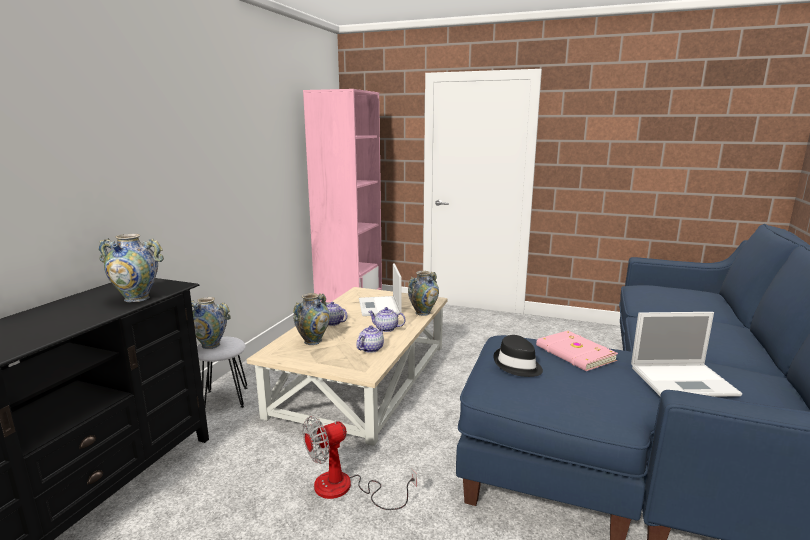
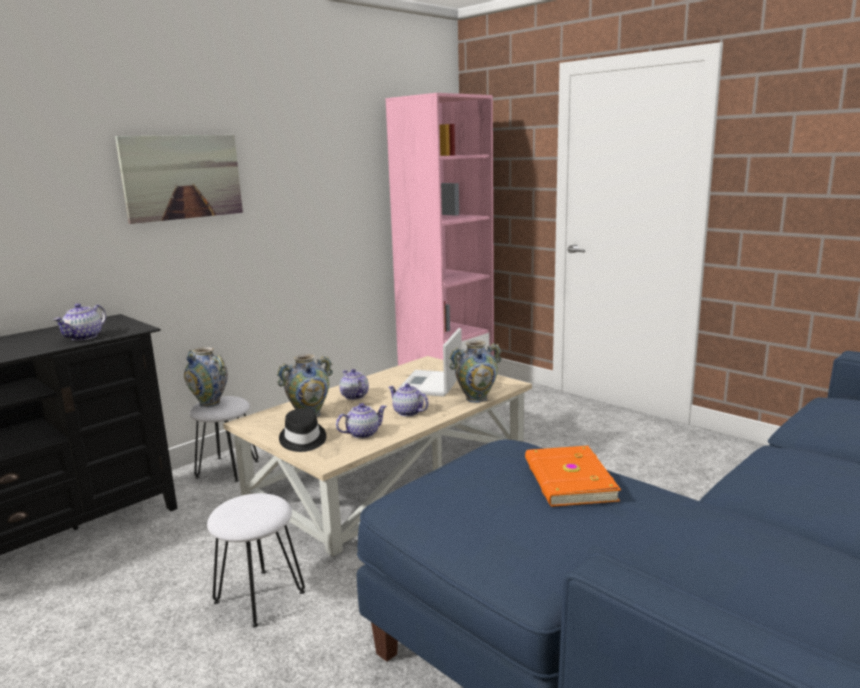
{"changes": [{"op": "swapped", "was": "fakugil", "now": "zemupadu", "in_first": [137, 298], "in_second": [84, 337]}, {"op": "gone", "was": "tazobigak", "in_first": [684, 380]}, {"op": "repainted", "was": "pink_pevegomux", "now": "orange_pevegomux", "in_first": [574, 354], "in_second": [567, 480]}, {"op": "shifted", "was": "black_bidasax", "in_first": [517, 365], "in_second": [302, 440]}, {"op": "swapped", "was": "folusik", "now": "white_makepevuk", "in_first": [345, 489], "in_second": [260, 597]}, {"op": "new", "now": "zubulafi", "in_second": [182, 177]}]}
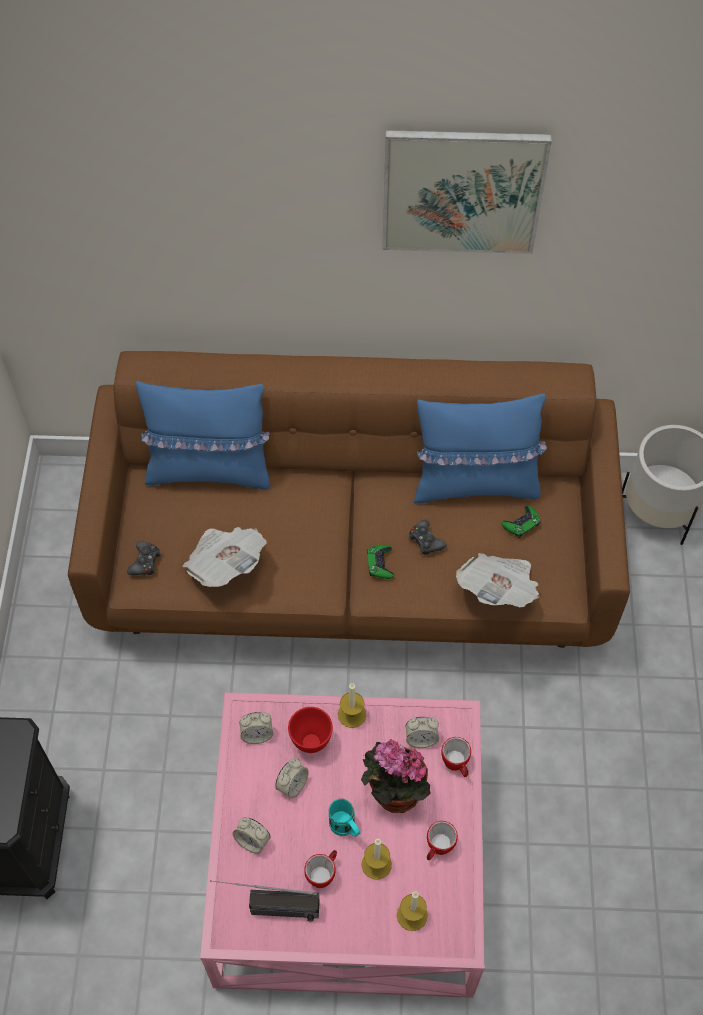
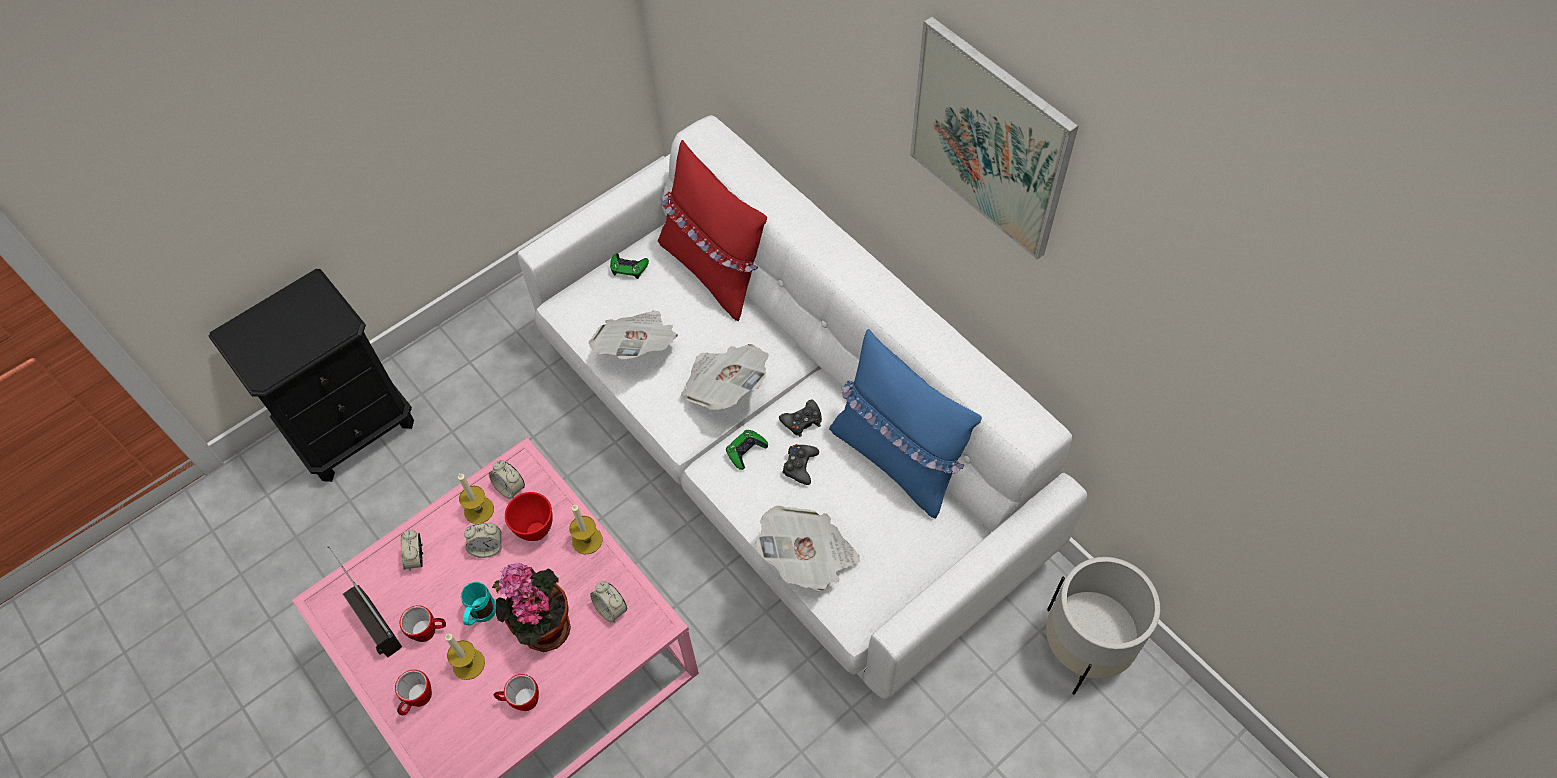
{"changes": [{"op": "repainted", "was": "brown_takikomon", "now": "white_takikomon", "in_first": [352, 563], "in_second": [783, 450]}, {"op": "repainted", "was": "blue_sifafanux", "now": "red_sifafanux", "in_first": [210, 470], "in_second": [714, 270]}, {"op": "shifted", "was": "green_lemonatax", "in_first": [521, 524], "in_second": [628, 268]}, {"op": "shifted", "was": "black_lemonatax", "in_first": [145, 562], "in_second": [802, 421]}, {"op": "shifted", "was": "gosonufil", "in_first": [456, 765], "in_second": [417, 700]}, {"op": "shifted", "was": "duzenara", "in_first": [412, 915], "in_second": [479, 510]}, {"op": "new", "now": "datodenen", "in_second": [725, 387]}]}
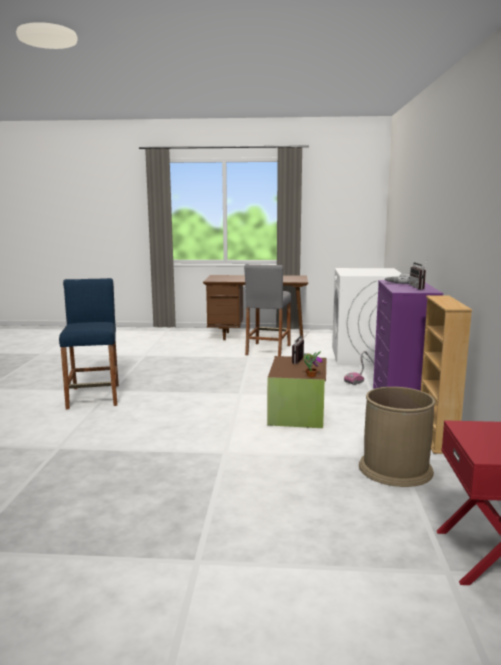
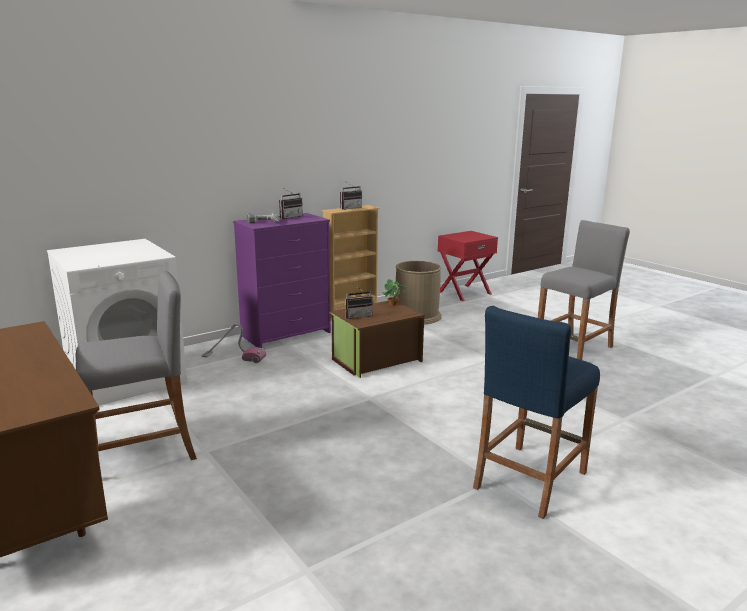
{"changes": [{"op": "new", "now": "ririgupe", "in_second": [350, 208]}, {"op": "new", "now": "grey_makepevuk", "in_second": [574, 348]}]}
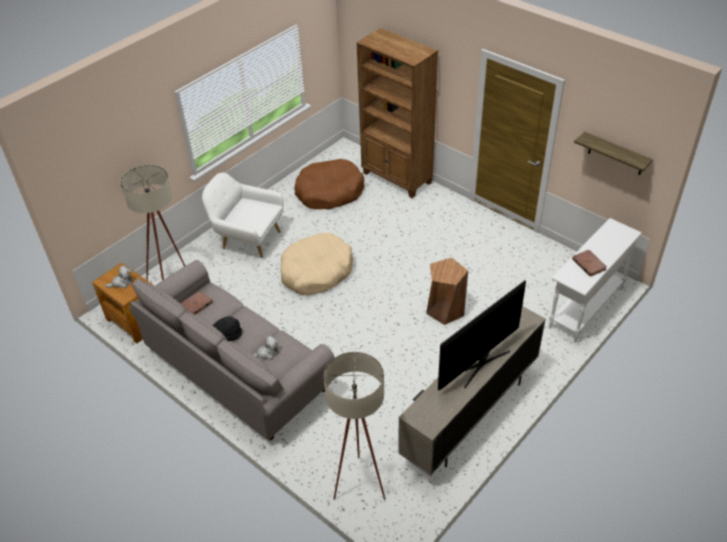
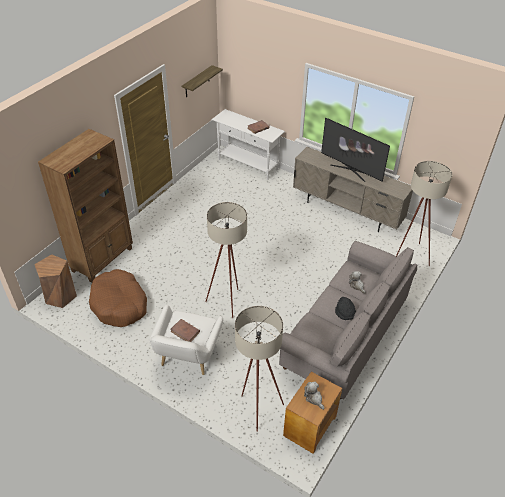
{"changes": [{"op": "swapped", "was": "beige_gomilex", "now": "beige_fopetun", "in_first": [316, 272], "in_second": [228, 300]}, {"op": "shifted", "was": "brown_makepevuk", "in_first": [445, 310], "in_second": [60, 296]}, {"op": "shifted", "was": "brown_pevegomux", "in_first": [195, 305], "in_second": [185, 332]}]}
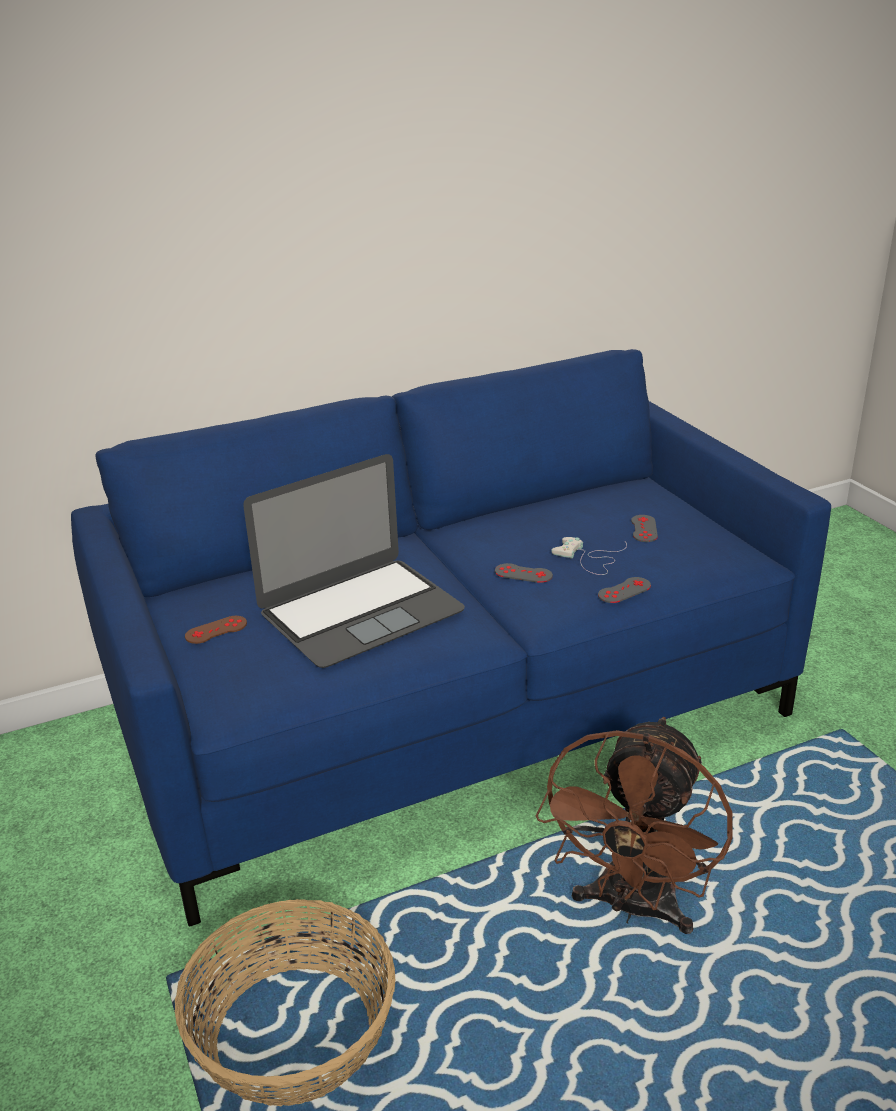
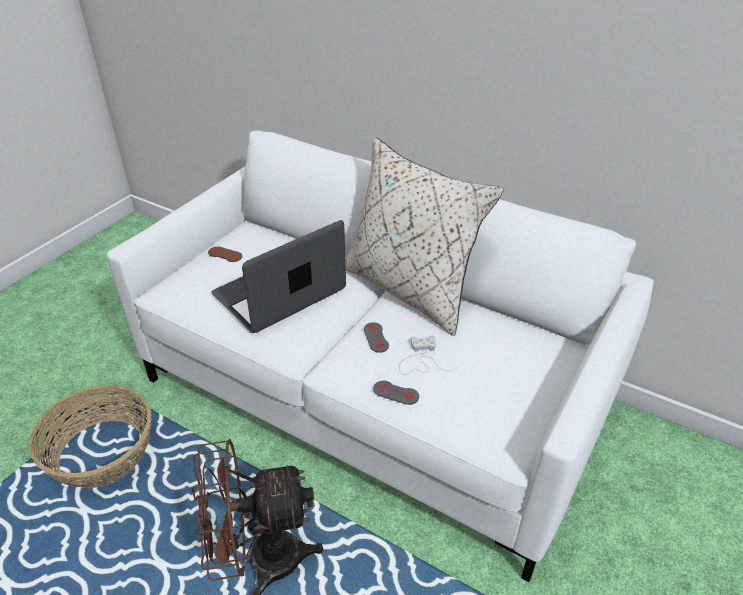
{"changes": [{"op": "repainted", "was": "blue_takikomon", "now": "white_takikomon", "in_first": [453, 714], "in_second": [372, 394]}, {"op": "rotated", "was": "tazobigak", "in_first": [361, 611], "in_second": [279, 292], "clockwise": 120}, {"op": "gone", "was": "grey_lemonatax", "in_first": [644, 529]}, {"op": "new", "now": "beige_sifafanux", "in_second": [410, 289]}]}
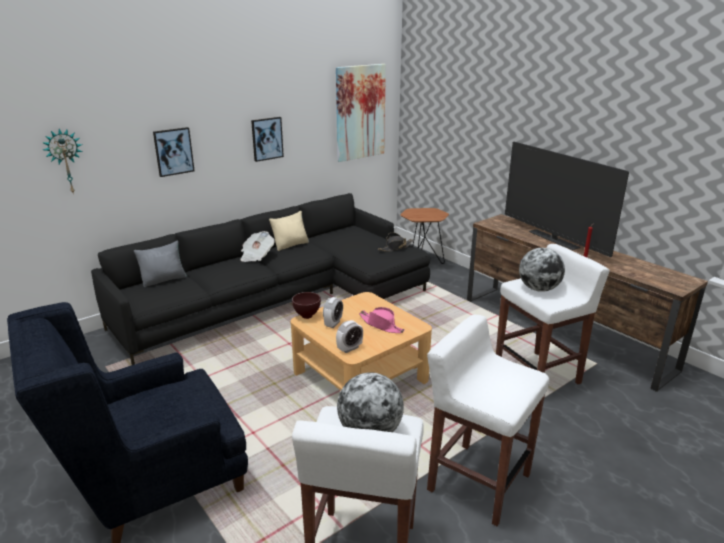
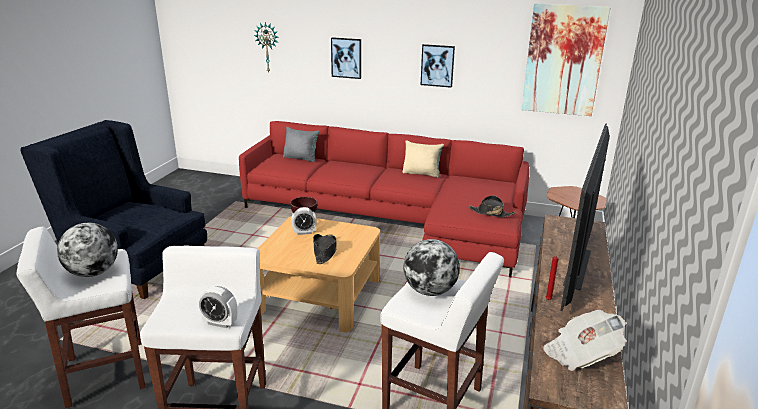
{"changes": [{"op": "repainted", "was": "black_takikomon", "now": "red_takikomon", "in_first": [282, 299], "in_second": [394, 219]}, {"op": "shifted", "was": "datodenen", "in_first": [256, 256], "in_second": [580, 354]}, {"op": "repainted", "was": "pink_bidasax", "now": "black_bidasax", "in_first": [381, 325], "in_second": [325, 252]}, {"op": "shifted", "was": "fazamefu", "in_first": [349, 348], "in_second": [220, 323]}]}
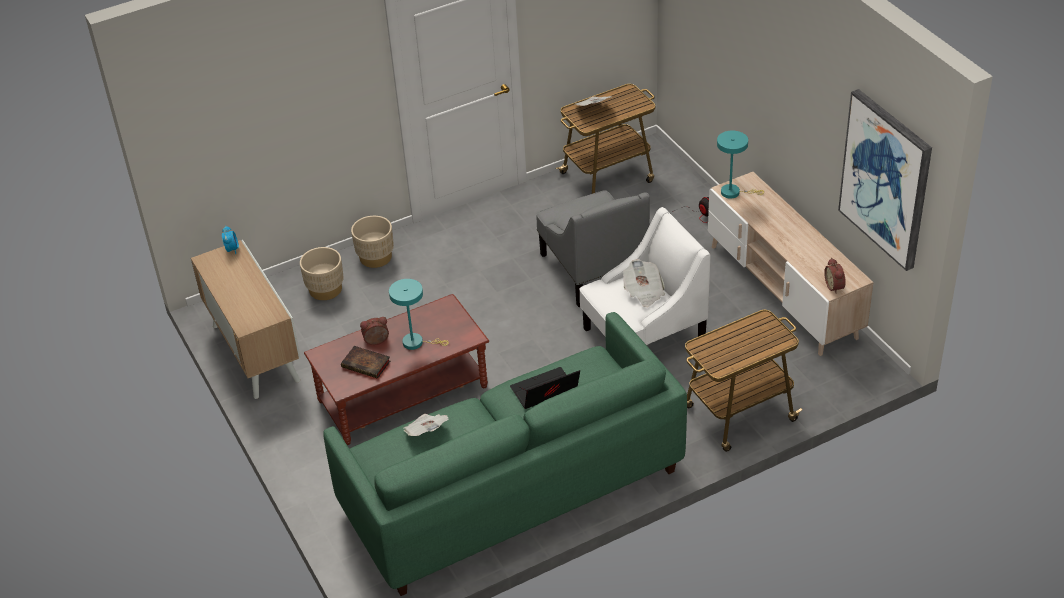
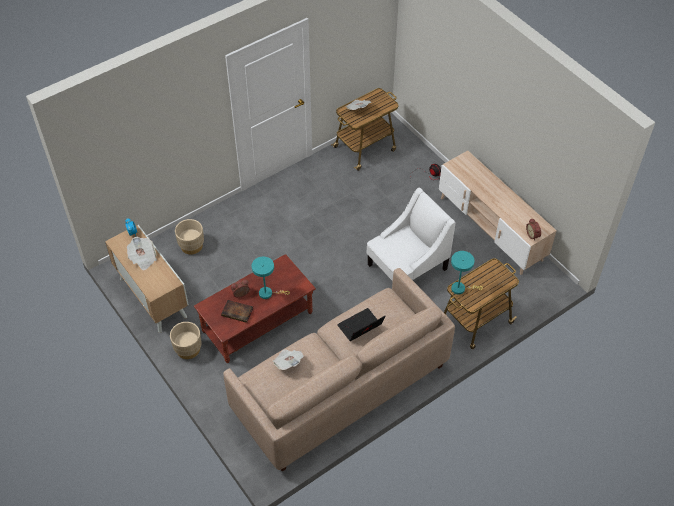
{"changes": [{"op": "gone", "was": "zubulafi", "in_first": [886, 179]}, {"op": "shifted", "was": "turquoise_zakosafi", "in_first": [734, 192], "in_second": [460, 288]}, {"op": "gone", "was": "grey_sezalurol", "in_first": [592, 268]}, {"op": "shifted", "was": "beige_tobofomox", "in_first": [375, 257], "in_second": [188, 349]}, {"op": "shifted", "was": "datodenen", "in_first": [644, 292], "in_second": [143, 258]}, {"op": "repainted", "was": "green_takikomon", "now": "beige_takikomon", "in_first": [511, 489], "in_second": [340, 387]}]}
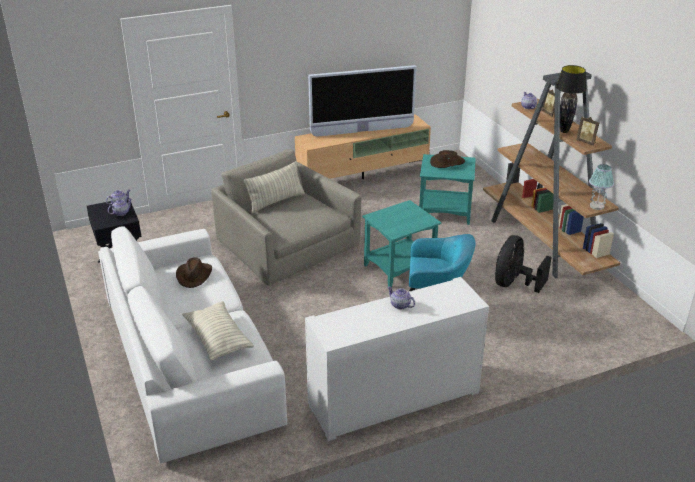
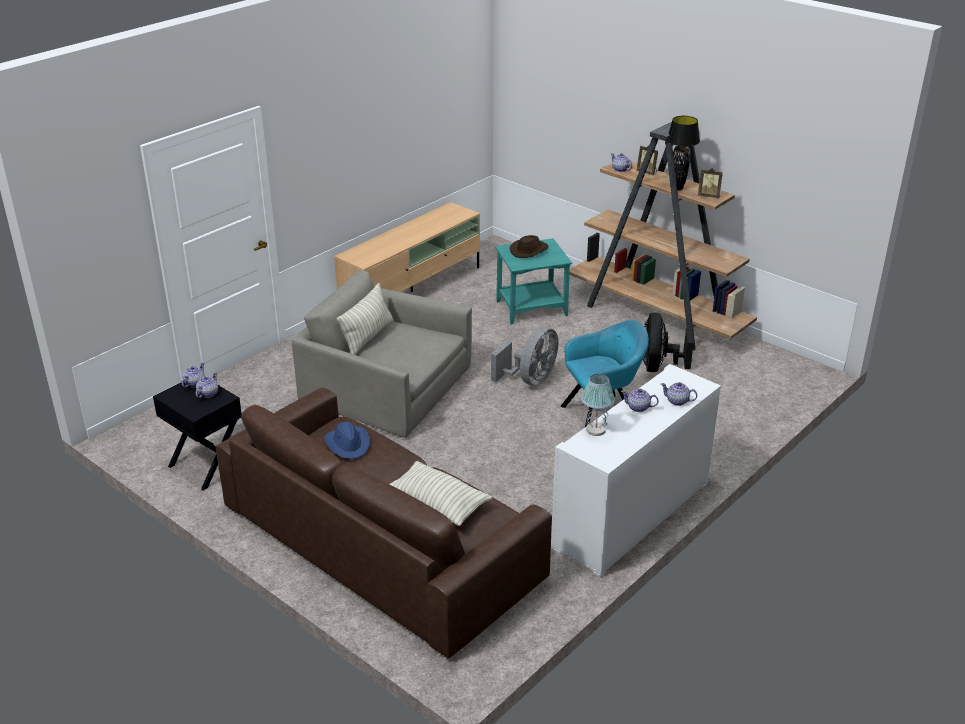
{"changes": [{"op": "gone", "was": "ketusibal", "in_first": [362, 131]}, {"op": "shifted", "was": "zakosafi", "in_first": [596, 206], "in_second": [595, 430]}, {"op": "swapped", "was": "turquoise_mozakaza", "now": "grey_folusik", "in_first": [399, 267], "in_second": [530, 380]}, {"op": "repainted", "was": "white_takikomon", "now": "brown_takikomon", "in_first": [190, 358], "in_second": [382, 541]}, {"op": "repainted", "was": "brown_bidasax", "now": "blue_bidasax", "in_first": [194, 276], "in_second": [348, 444]}, {"op": "new", "now": "zemupadu", "in_second": [677, 401]}]}
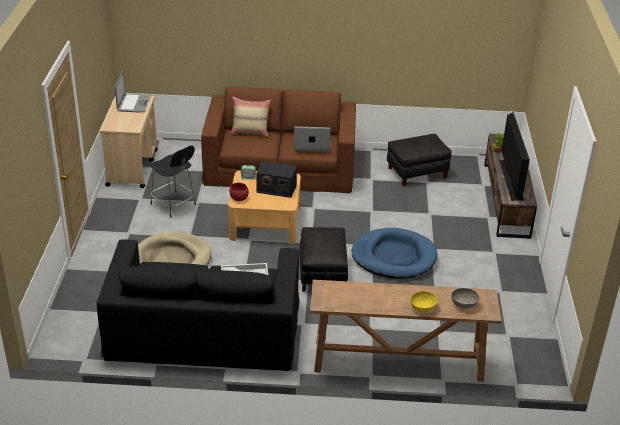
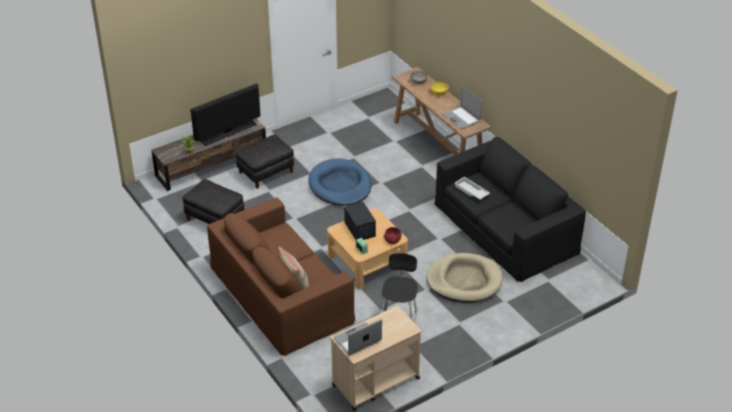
{"changes": [{"op": "shifted", "was": "tazobigak", "in_first": [311, 145], "in_second": [462, 118]}, {"op": "shifted", "was": "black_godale", "in_first": [323, 274], "in_second": [266, 172]}]}
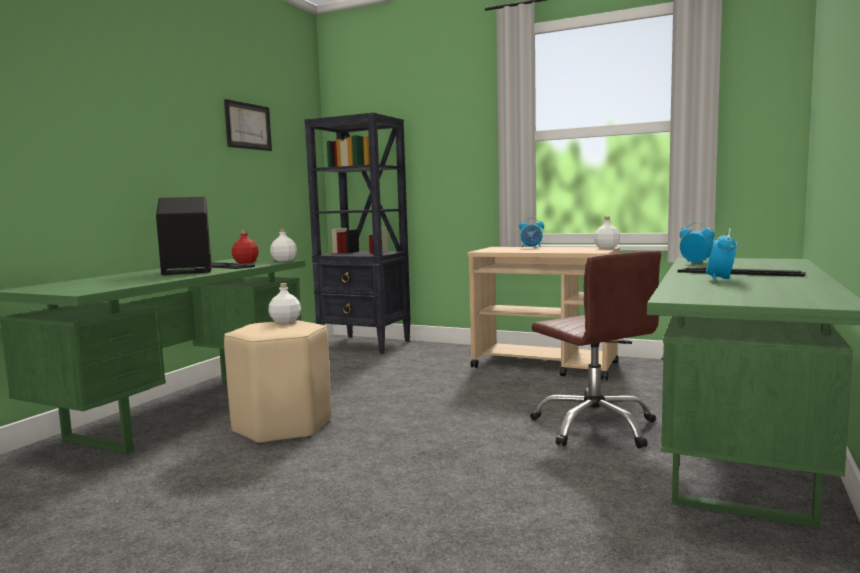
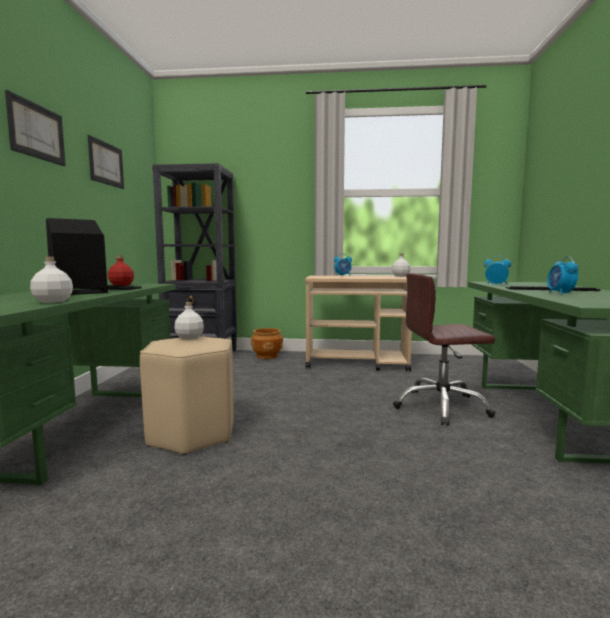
{"changes": [{"op": "shifted", "was": "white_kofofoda", "in_first": [284, 260], "in_second": [53, 301]}, {"op": "rotated", "was": "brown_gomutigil", "in_first": [595, 426], "in_second": [441, 407], "clockwise": 135}, {"op": "new", "now": "zubulafi", "in_second": [36, 131]}, {"op": "new", "now": "brown_tobofomox", "in_second": [267, 356]}]}
